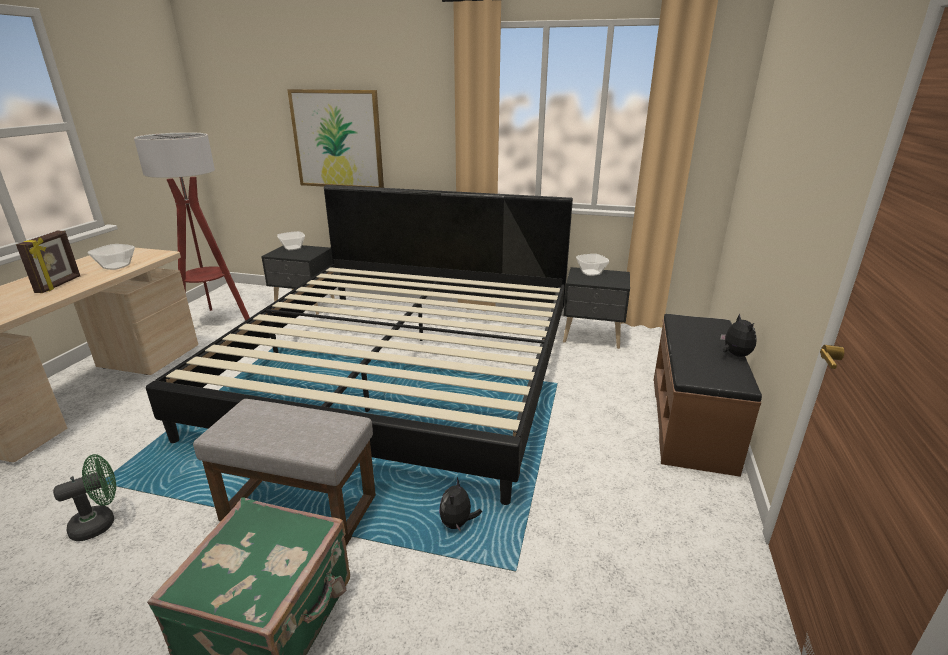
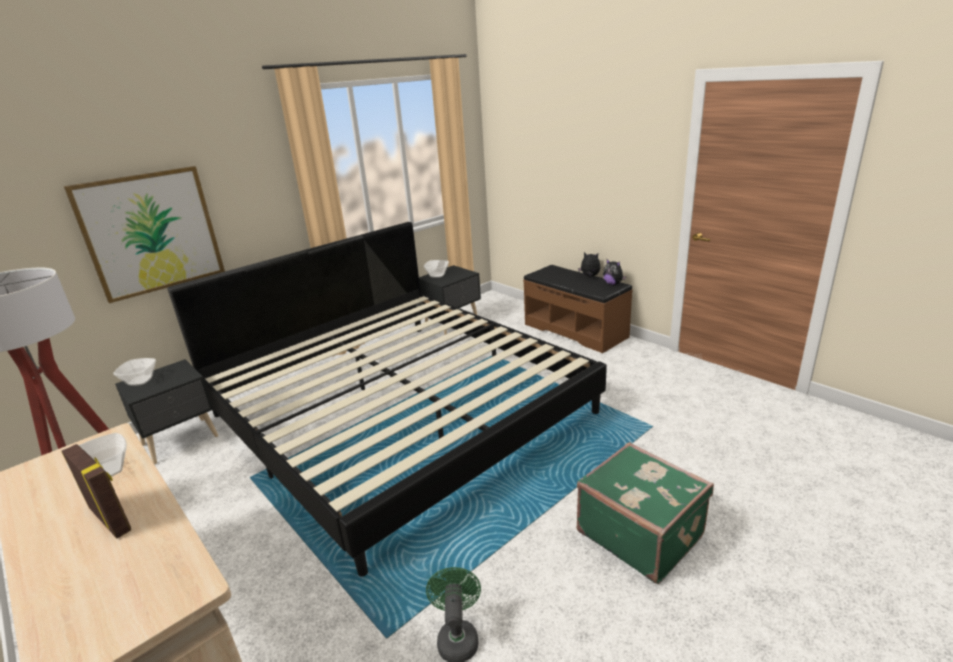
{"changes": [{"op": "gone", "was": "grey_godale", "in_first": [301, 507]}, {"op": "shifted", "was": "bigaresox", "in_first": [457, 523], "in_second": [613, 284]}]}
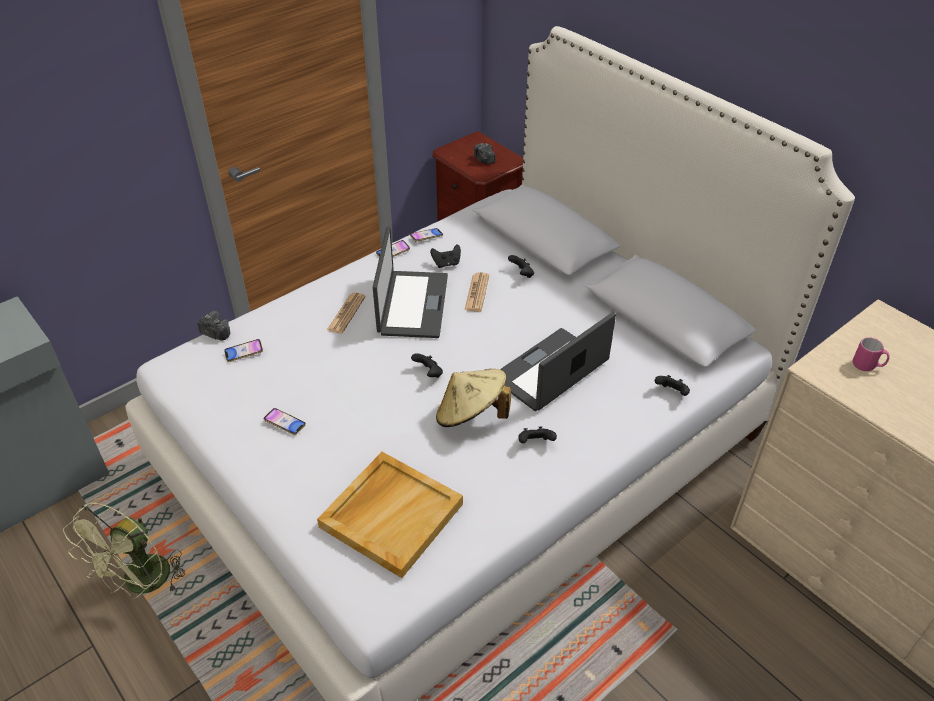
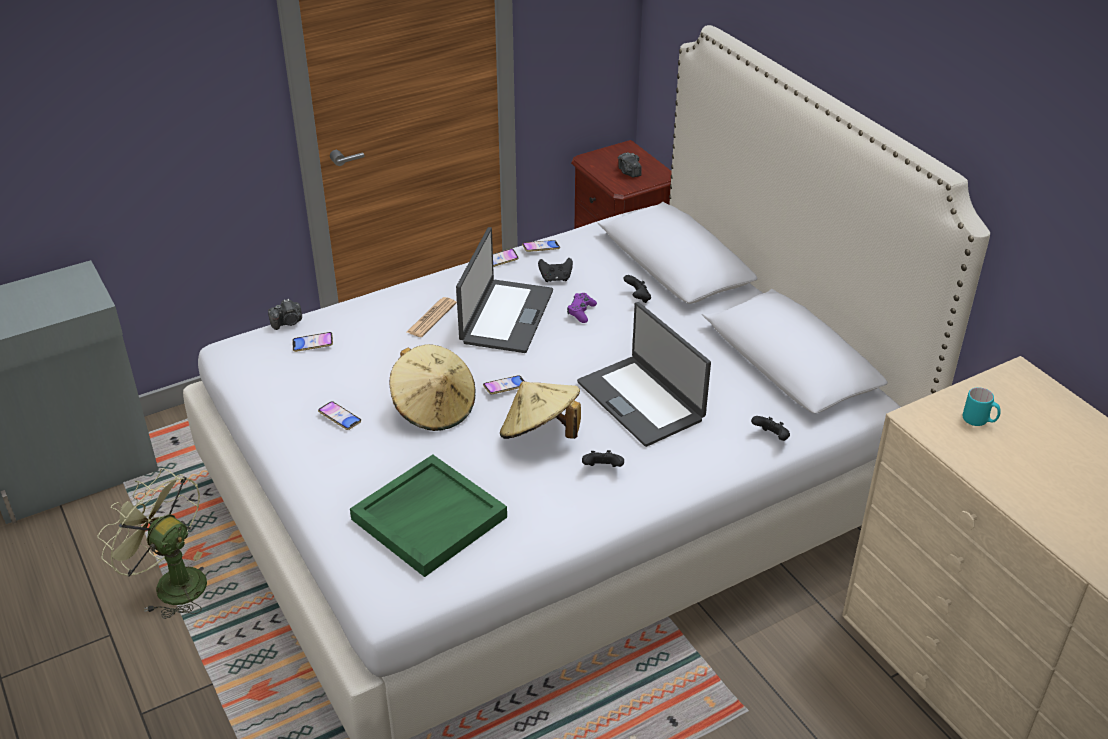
{"changes": [{"op": "swapped", "was": "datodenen", "now": "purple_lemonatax", "in_first": [477, 293], "in_second": [581, 312]}, {"op": "rotated", "was": "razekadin", "in_first": [215, 333], "in_second": [288, 322], "clockwise": 120}, {"op": "rotated", "was": "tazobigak", "in_first": [551, 371], "in_second": [641, 400], "clockwise": -90}, {"op": "repainted", "was": "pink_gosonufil", "now": "turquoise_gosonufil", "in_first": [867, 366], "in_second": [979, 421]}, {"op": "swapped", "was": "black_lemonatax", "now": "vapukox", "in_first": [428, 373], "in_second": [505, 387]}, {"op": "repainted", "was": "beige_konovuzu", "now": "green_konovuzu", "in_first": [391, 514], "in_second": [429, 517]}, {"op": "rotated", "was": "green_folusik", "in_first": [141, 584], "in_second": [171, 583], "clockwise": 90}, {"op": "new", "now": "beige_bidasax", "in_second": [434, 408]}]}
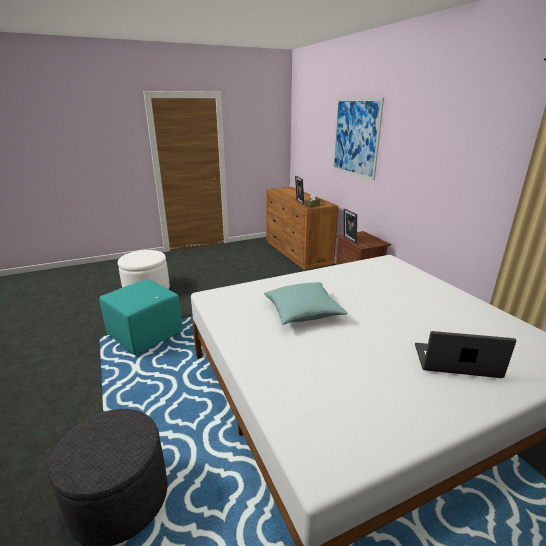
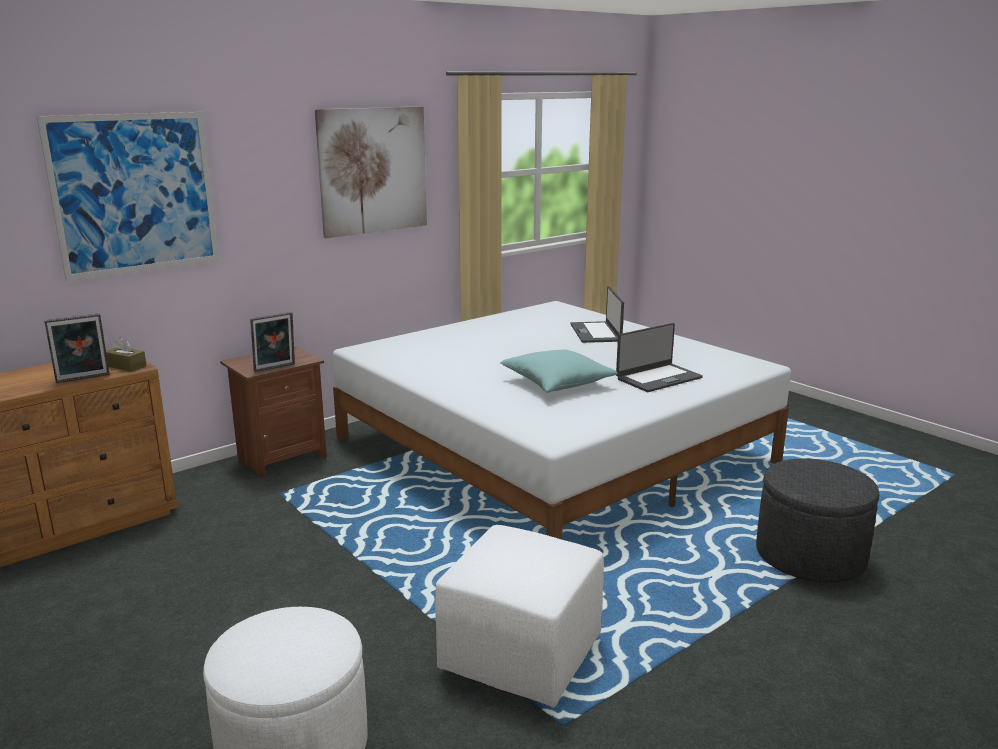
{"changes": [{"op": "repainted", "was": "turquoise_godale", "now": "white_godale", "in_first": [146, 335], "in_second": [521, 654]}, {"op": "new", "now": "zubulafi", "in_second": [373, 170]}, {"op": "new", "now": "tazobigak", "in_second": [658, 378]}]}
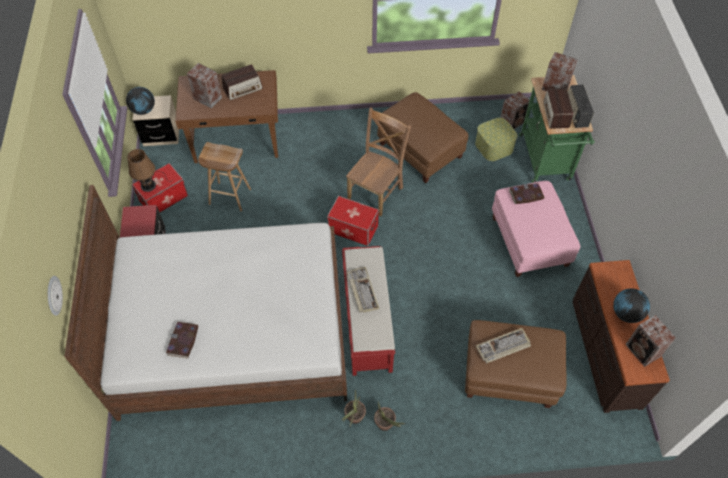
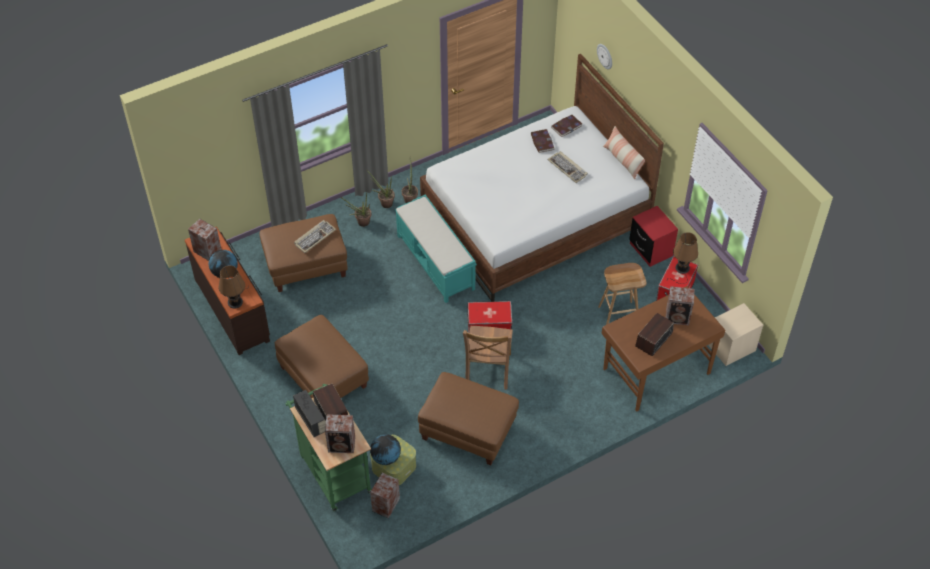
{"changes": [{"op": "shifted", "was": "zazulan", "in_first": [143, 110], "in_second": [386, 457]}, {"op": "repainted", "was": "pink_godale", "now": "brown_godale", "in_first": [529, 241], "in_second": [323, 377]}, {"op": "shifted", "was": "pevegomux", "in_first": [526, 195], "in_second": [566, 126]}, {"op": "repainted", "was": "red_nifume", "now": "turquoise_nifume", "in_first": [367, 320], "in_second": [436, 262]}, {"op": "shifted", "was": "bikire", "in_first": [362, 290], "in_second": [568, 168]}, {"op": "new", "now": "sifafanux", "in_second": [623, 160]}, {"op": "new", "now": "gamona", "in_second": [361, 222]}, {"op": "new", "now": "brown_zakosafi", "in_second": [235, 301]}]}
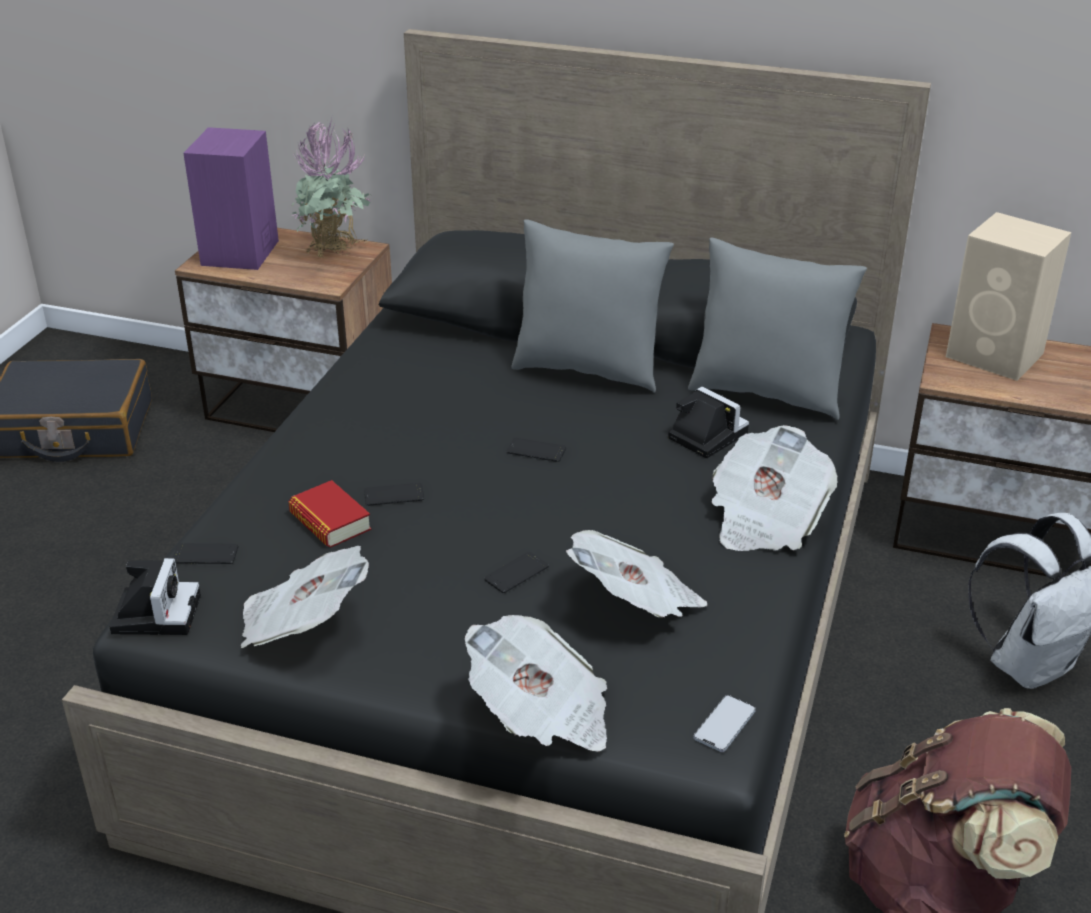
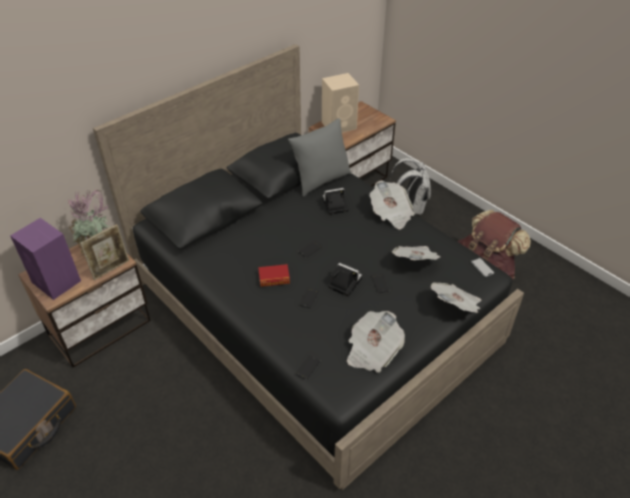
{"changes": [{"op": "gone", "was": "grey_sifafanux", "in_first": [588, 369]}, {"op": "shifted", "was": "pevegomux", "in_first": [330, 521], "in_second": [274, 278]}, {"op": "shifted", "was": "razekadin", "in_first": [156, 612], "in_second": [343, 283]}, {"op": "new", "now": "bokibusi", "in_second": [111, 269]}]}
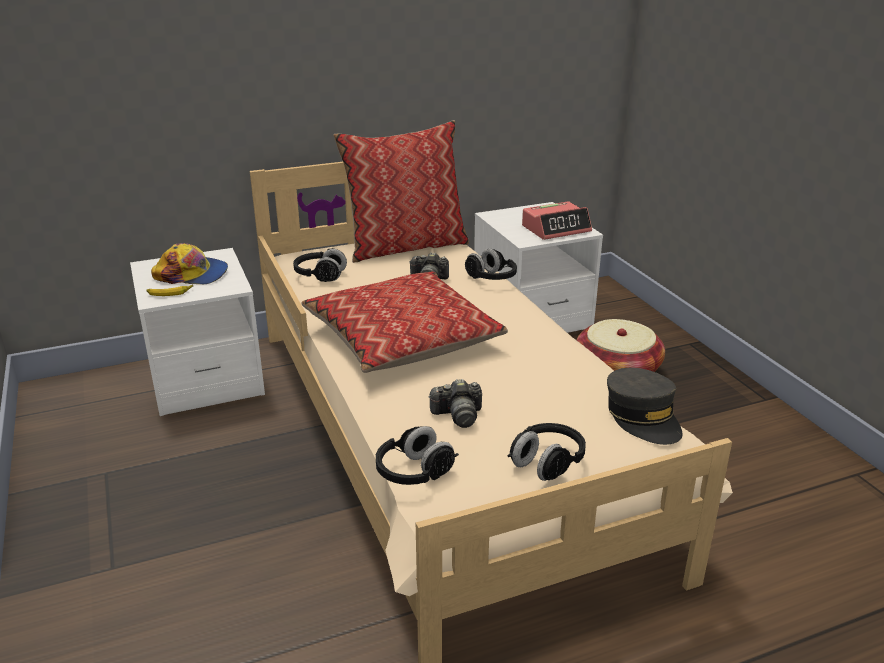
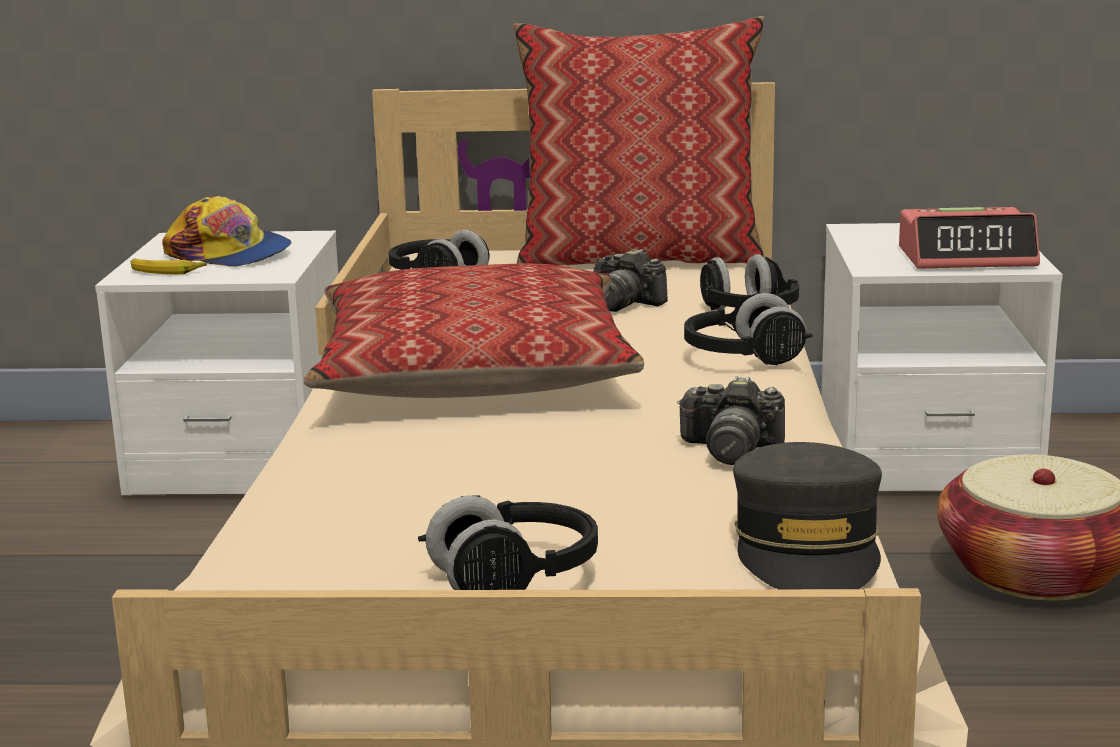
{"changes": [{"op": "shifted", "was": "razekadin", "in_first": [458, 415], "in_second": [731, 450]}, {"op": "shifted", "was": "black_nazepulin", "in_first": [414, 473], "in_second": [743, 359]}]}
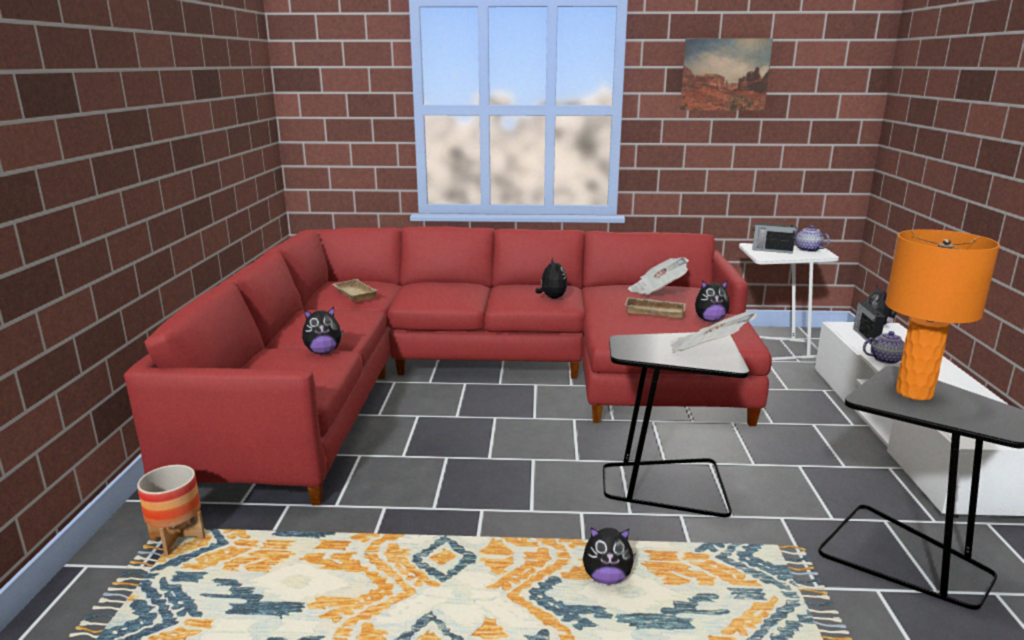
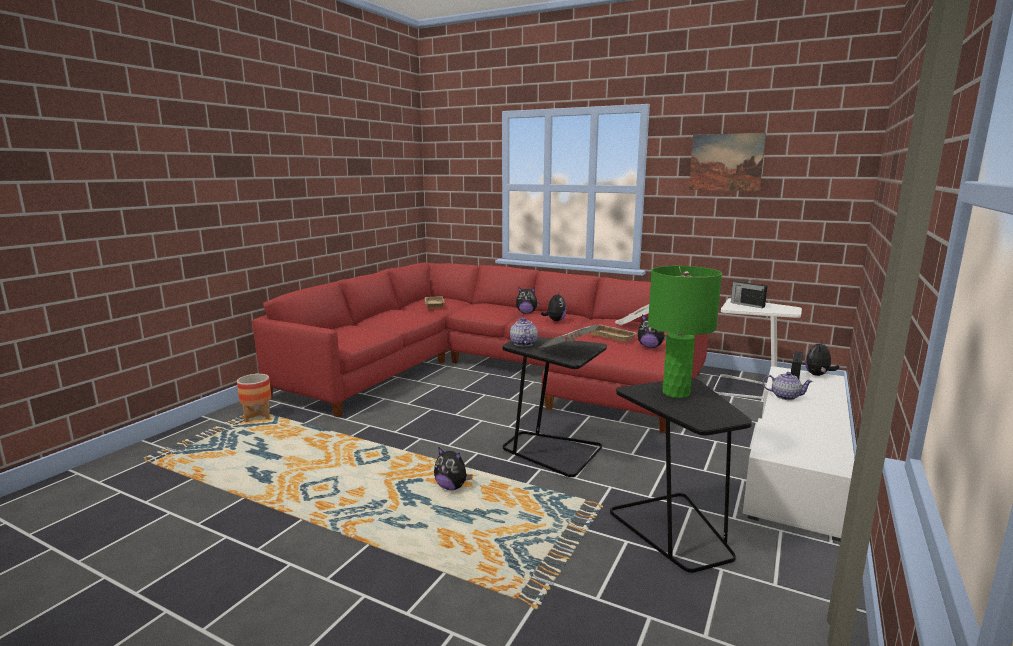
{"changes": [{"op": "shifted", "was": "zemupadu", "in_first": [808, 250], "in_second": [523, 344]}, {"op": "repainted", "was": "orange_zakosafi", "now": "green_zakosafi", "in_first": [913, 393], "in_second": [675, 393]}, {"op": "shifted", "was": "bigaresox", "in_first": [323, 352], "in_second": [526, 313]}]}
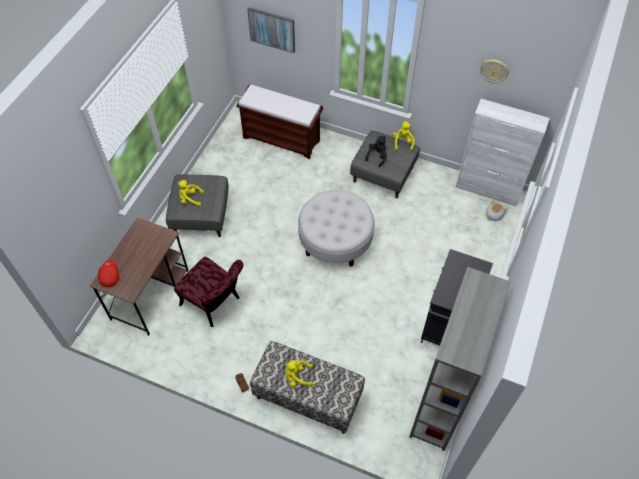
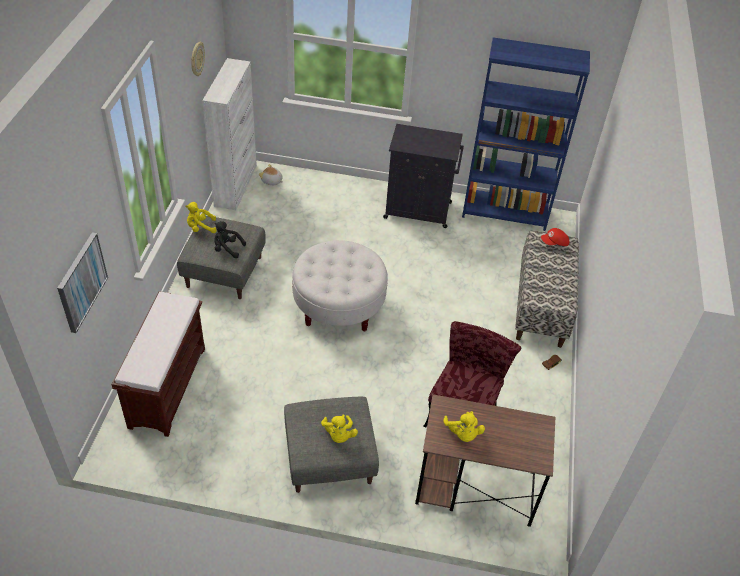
{"changes": [{"op": "shifted", "was": "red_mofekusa", "in_first": [109, 276], "in_second": [554, 243]}, {"op": "repainted", "was": "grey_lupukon", "now": "blue_lupukon", "in_first": [439, 404], "in_second": [505, 213]}, {"op": "shifted", "was": "yellow_bigaresox", "in_first": [297, 377], "in_second": [462, 434]}]}
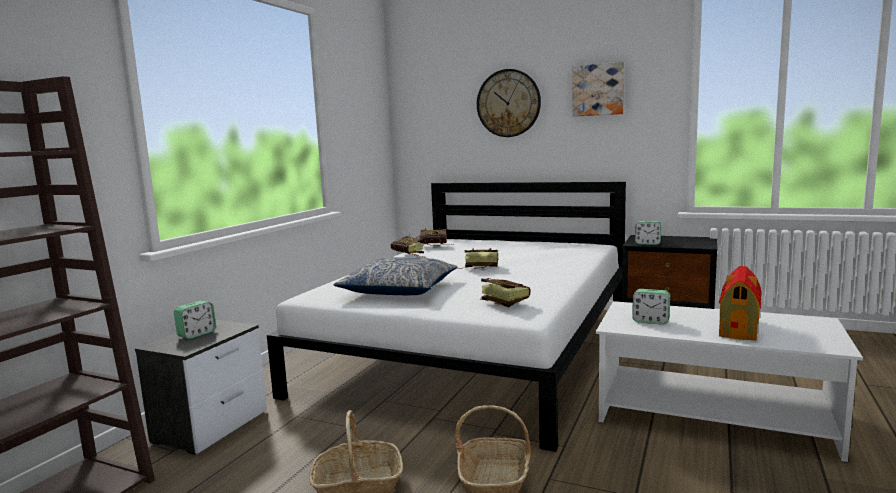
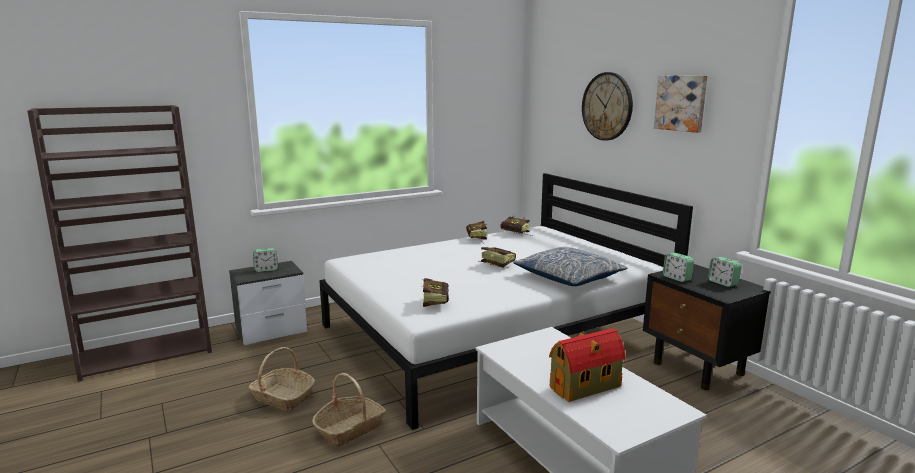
{"changes": [{"op": "shifted", "was": "sifafanux", "in_first": [399, 290], "in_second": [568, 277]}, {"op": "shifted", "was": "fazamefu", "in_first": [650, 321], "in_second": [723, 283]}]}
